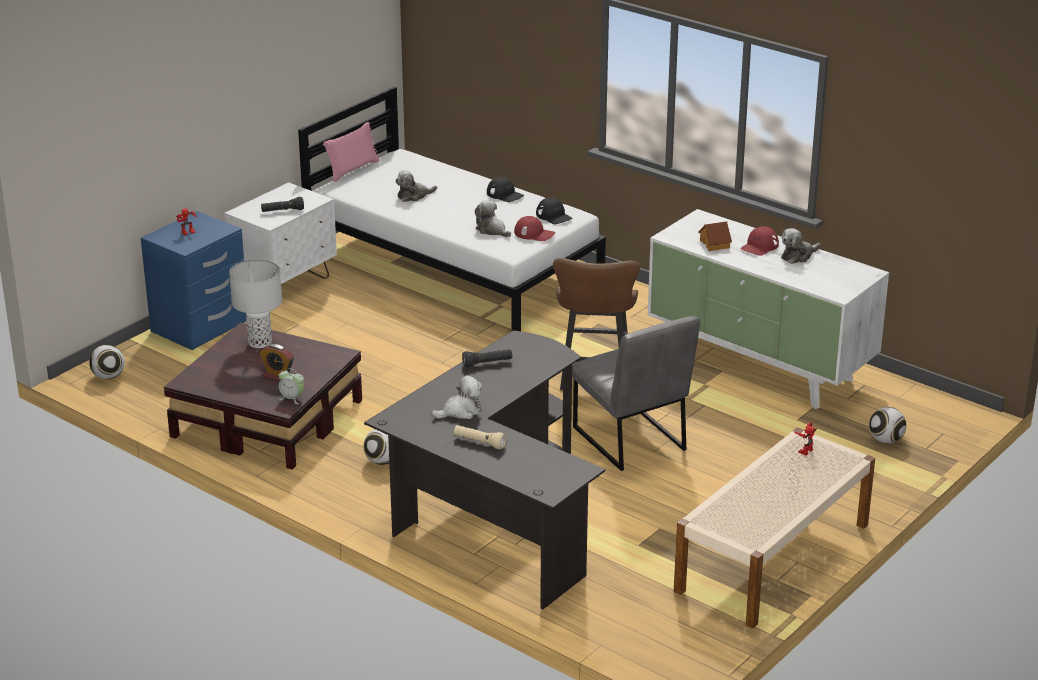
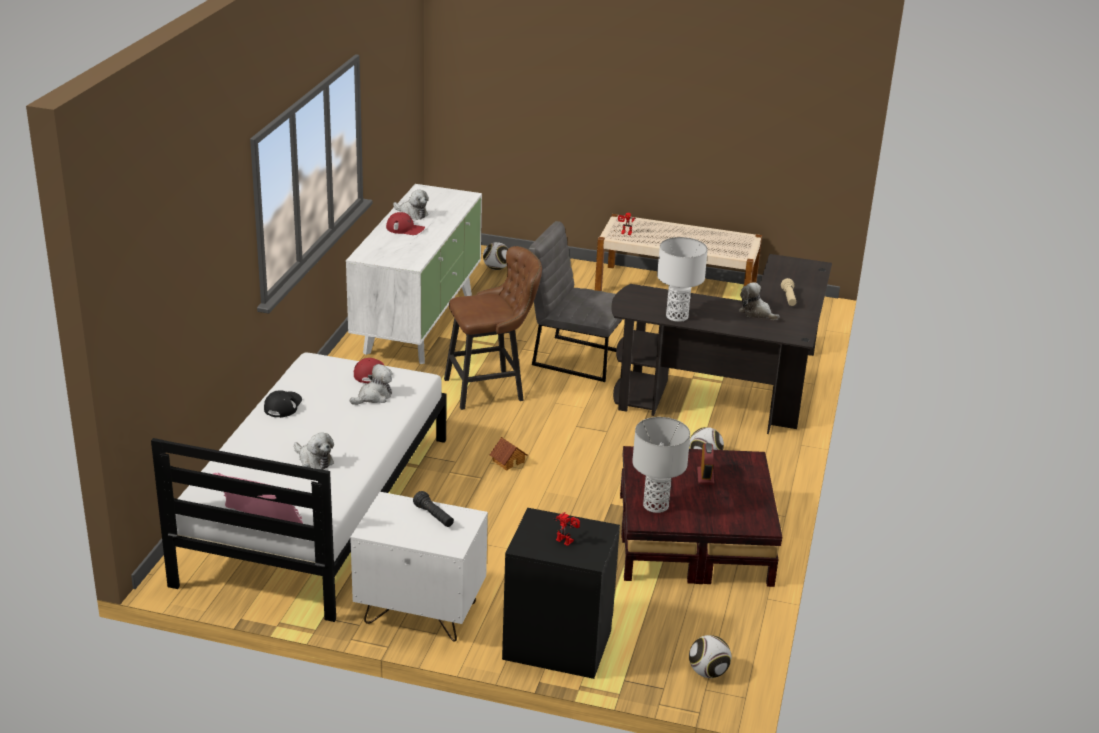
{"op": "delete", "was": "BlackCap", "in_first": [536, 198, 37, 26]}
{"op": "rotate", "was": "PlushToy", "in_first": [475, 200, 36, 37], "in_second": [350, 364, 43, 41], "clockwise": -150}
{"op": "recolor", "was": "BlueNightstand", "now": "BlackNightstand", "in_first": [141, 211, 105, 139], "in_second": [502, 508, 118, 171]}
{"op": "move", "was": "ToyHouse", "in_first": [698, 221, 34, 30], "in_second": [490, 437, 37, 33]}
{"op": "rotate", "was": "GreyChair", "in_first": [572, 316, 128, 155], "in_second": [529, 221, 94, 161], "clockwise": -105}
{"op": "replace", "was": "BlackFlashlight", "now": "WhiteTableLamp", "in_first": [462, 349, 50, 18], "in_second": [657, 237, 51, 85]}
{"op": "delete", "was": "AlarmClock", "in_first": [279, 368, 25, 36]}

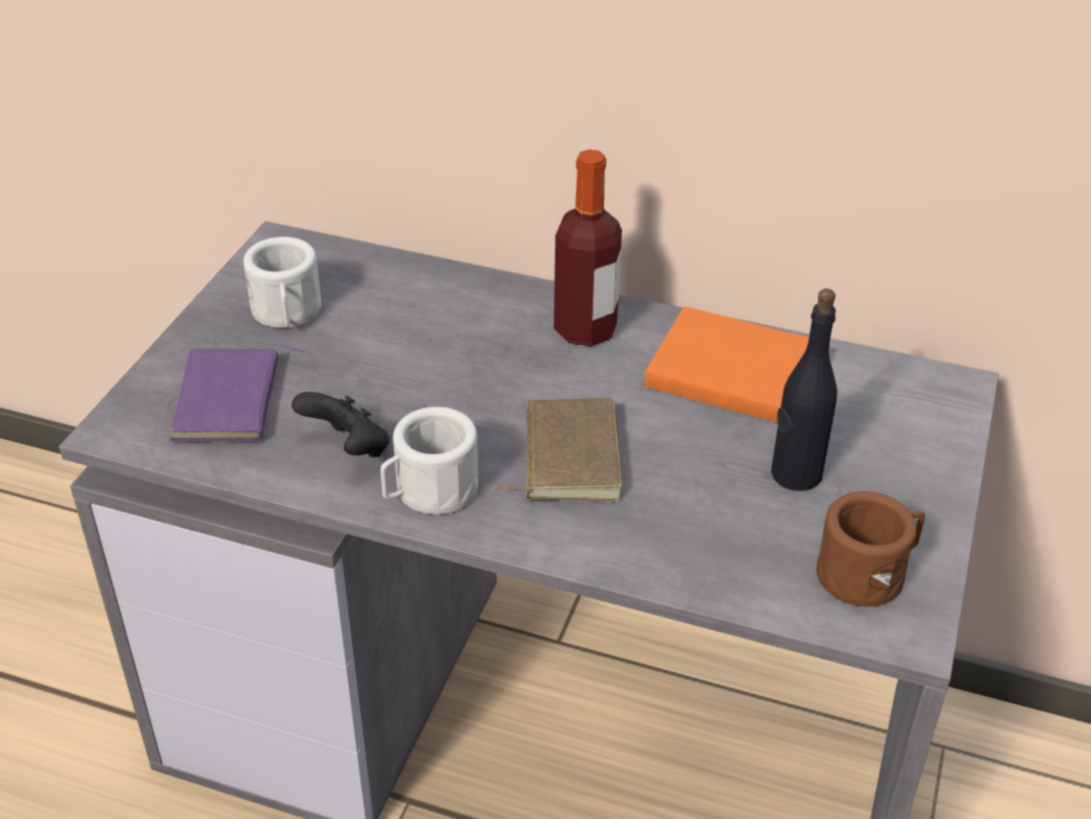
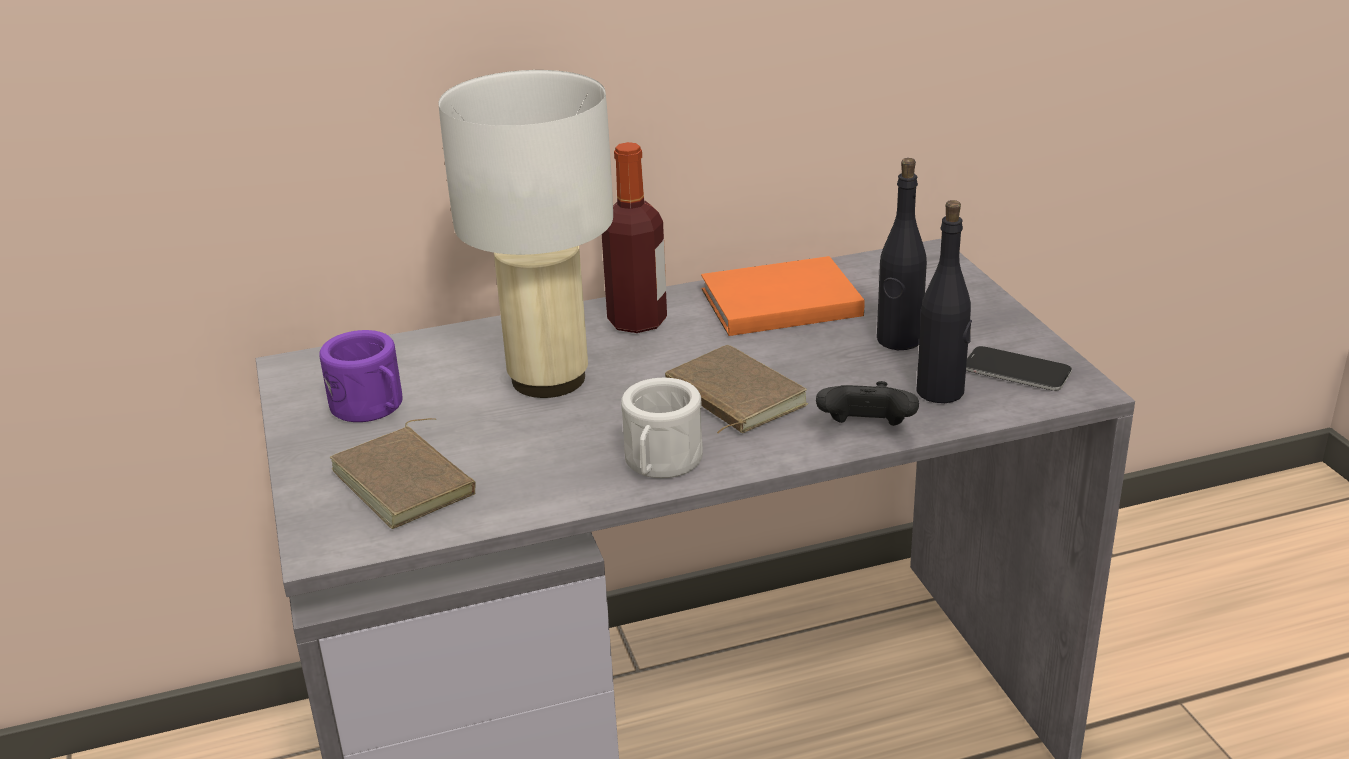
{"op": "recolor", "was": "WhiteMug", "now": "PurpleMug", "in_first": [243, 237, 78, 91], "in_second": [319, 330, 83, 92]}
{"op": "recolor", "was": "PurpleBook", "now": "BrownBook", "in_first": [170, 344, 135, 98], "in_second": [330, 418, 146, 111]}
{"op": "move", "was": "BlackGameController", "in_first": [292, 392, 98, 65], "in_second": [816, 381, 103, 45]}
{"op": "replace", "was": "BrownMug", "now": "Phone", "in_first": [817, 491, 108, 116], "in_second": [966, 346, 106, 45]}
{"op": "insert", "now": "WhiteTableLamp", "in_second": [439, 70, 174, 328]}
{"op": "insert", "now": "BlackBottle", "in_second": [916, 200, 56, 203]}

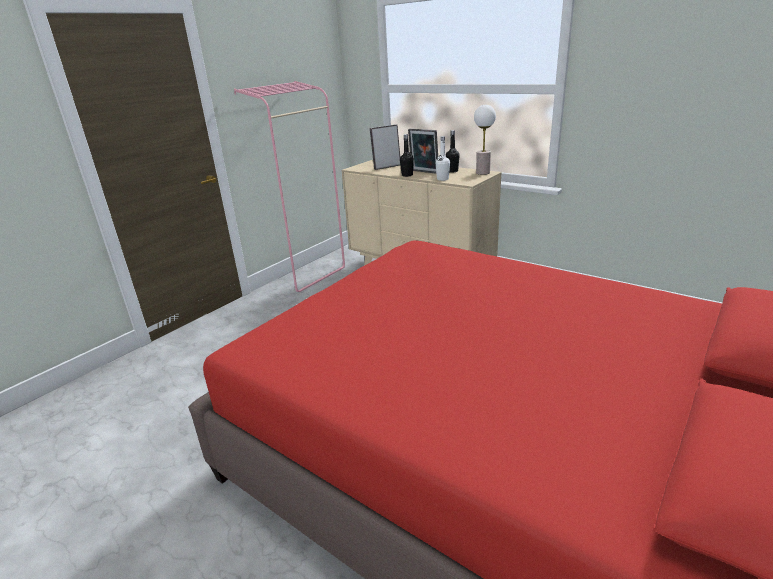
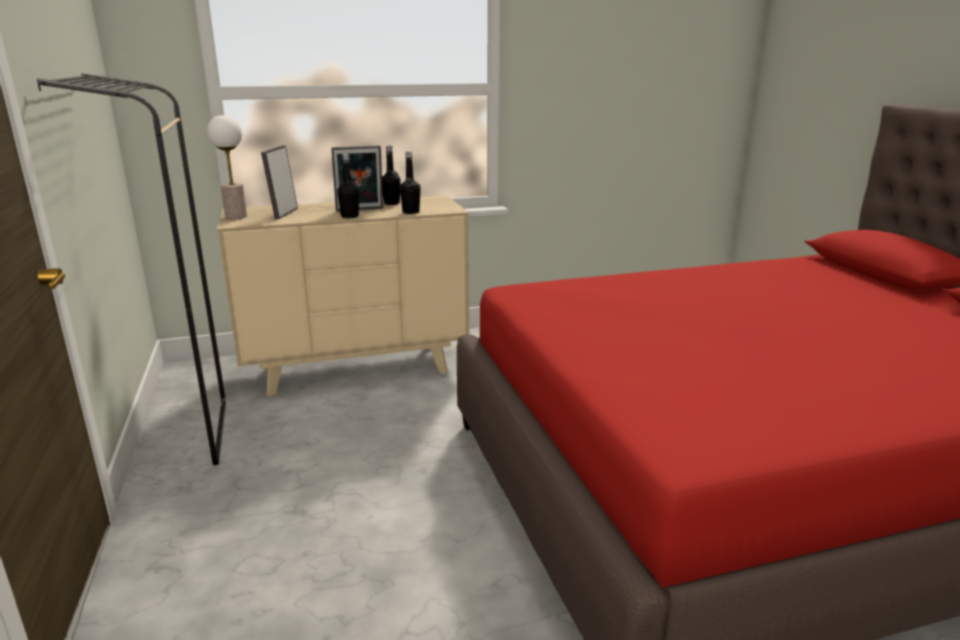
{"op": "recolor", "was": "PinkClothesRack", "now": "BlackClothesRack", "in_first": [234, 81, 111, 211], "in_second": [37, 73, 189, 392]}
{"op": "move", "was": "TableLamp", "in_first": [474, 105, 22, 70], "in_second": [207, 115, 40, 104]}
{"op": "recolor", "was": "WhiteBottle", "now": "BlackBottle", "in_first": [436, 136, 14, 45], "in_second": [400, 151, 21, 63]}

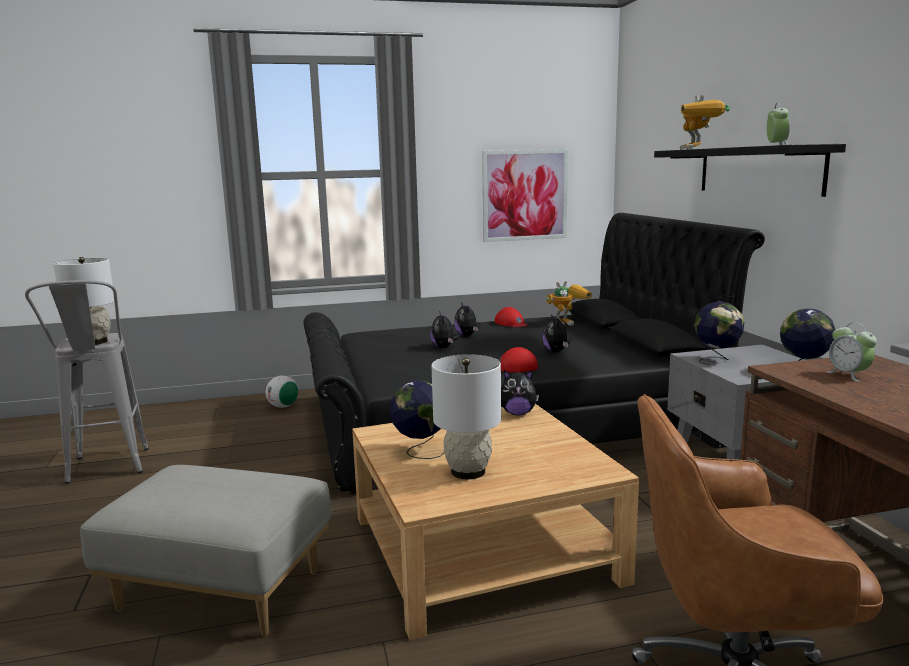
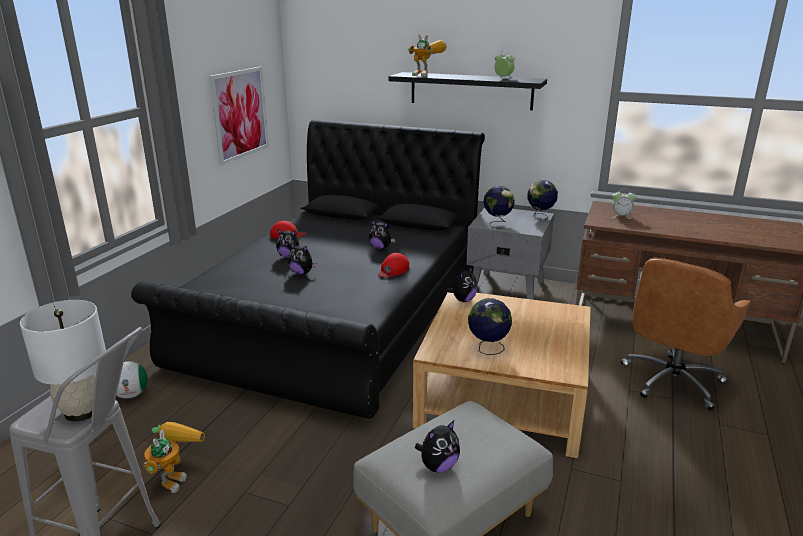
{"op": "move", "was": "ToyRobot", "in_first": [546, 281, 46, 45], "in_second": [144, 422, 61, 71]}
{"op": "delete", "was": "WhiteTableLamp", "in_first": [431, 354, 70, 125]}
{"op": "insert", "now": "PlushToy", "in_second": [415, 421, 45, 51]}

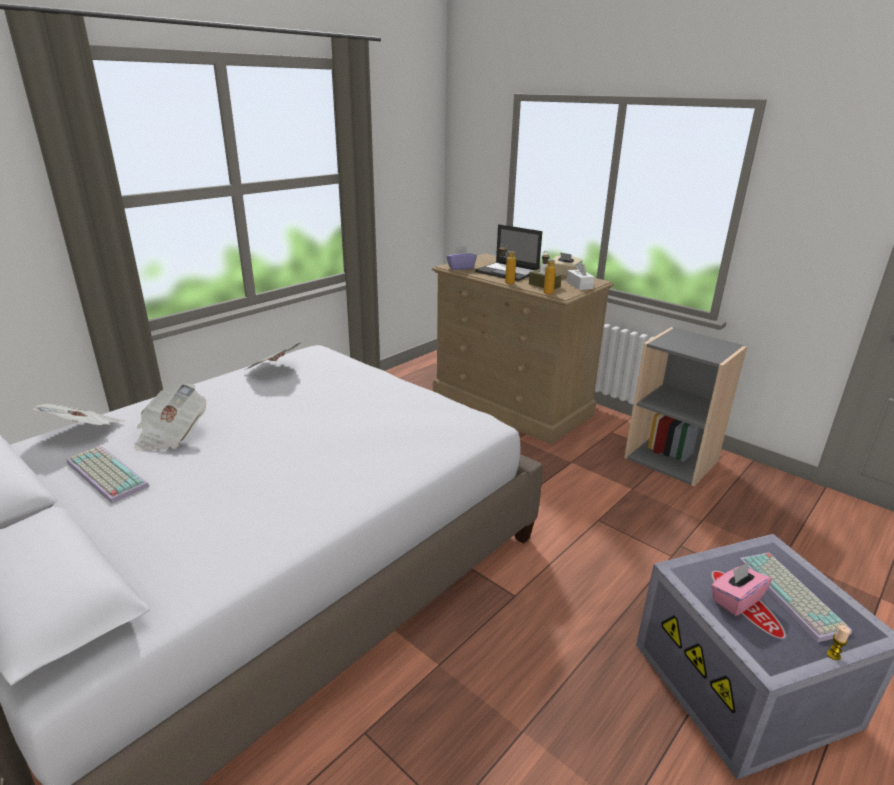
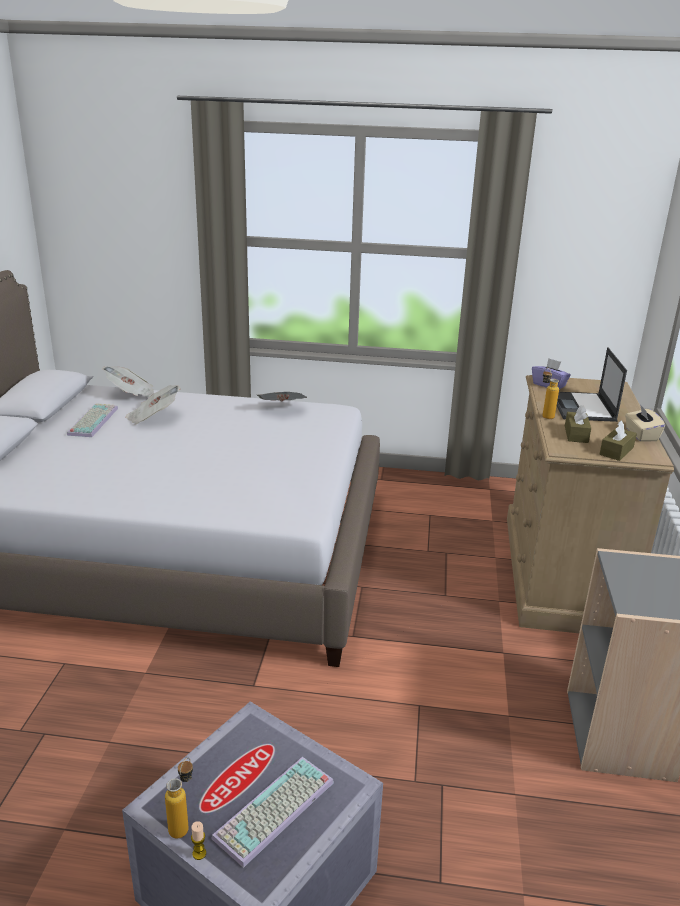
{"op": "move", "was": "Bottle", "in_first": [542, 251, 14, 44], "in_second": [165, 758, 28, 81]}
{"op": "recolor", "was": "WhiteTissueBox", "now": "BrownTissueBox", "in_first": [566, 261, 29, 29], "in_second": [600, 420, 37, 41]}
{"op": "delete", "was": "PinkTissueBox", "in_first": [711, 562, 61, 54]}

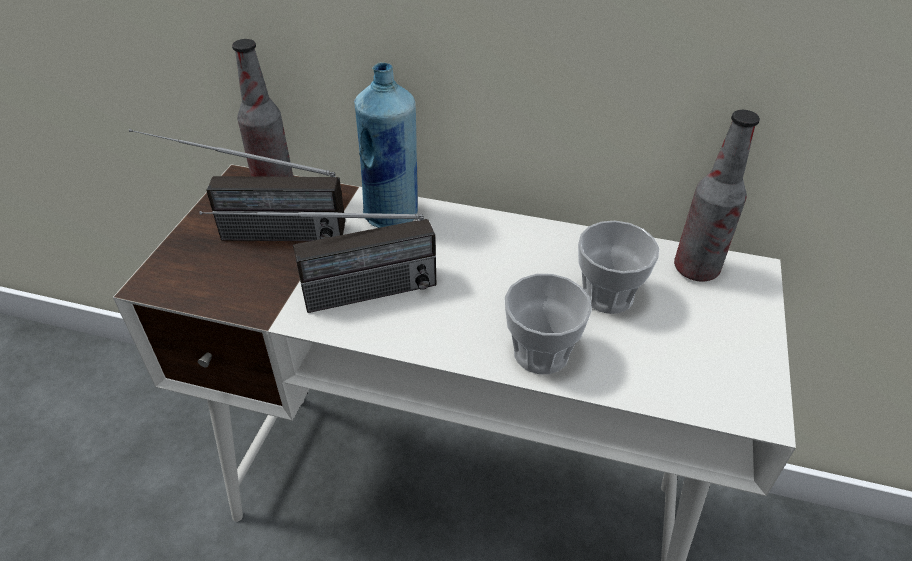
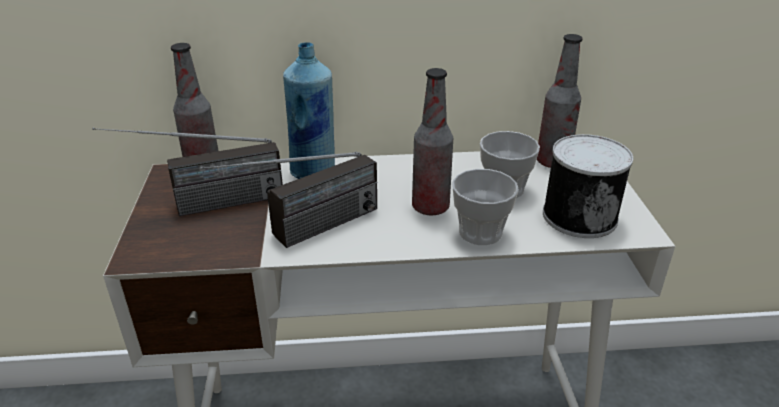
{"op": "insert", "now": "Bottle", "in_second": [412, 68, 41, 147]}
{"op": "insert", "now": "Can", "in_second": [543, 134, 90, 104]}

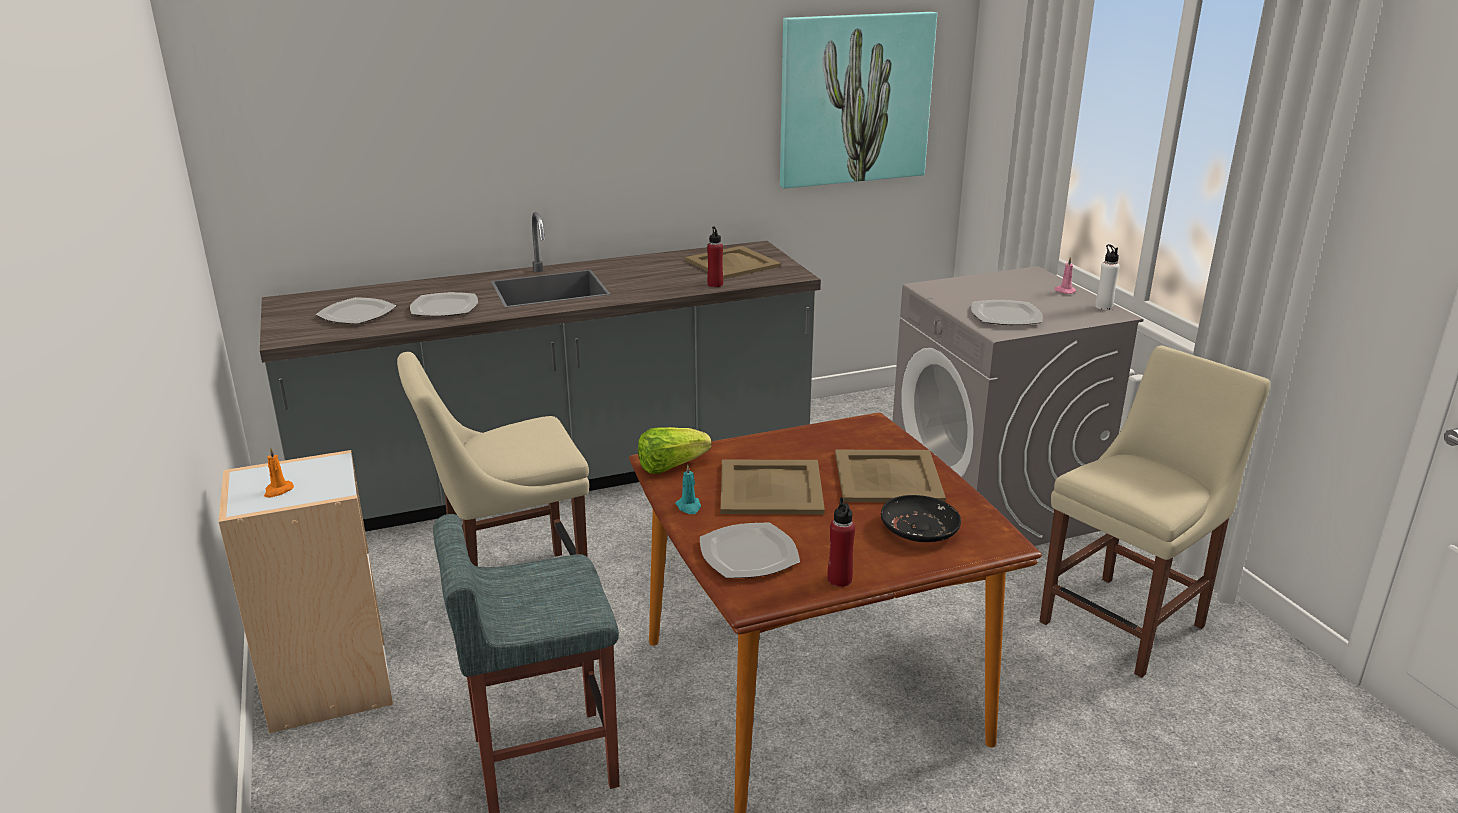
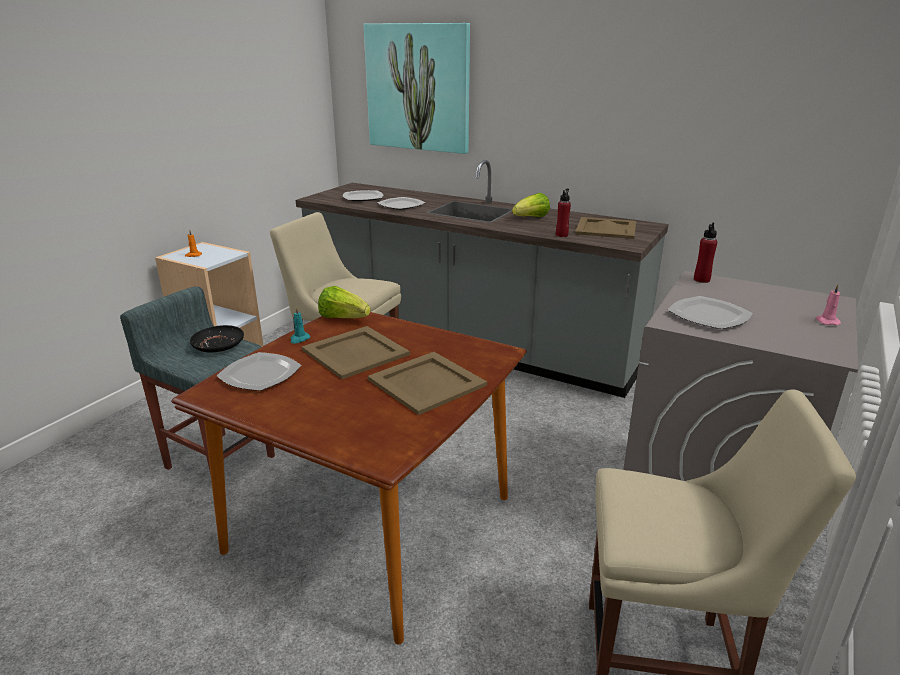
{"op": "move", "was": "Picture", "in_first": [780, 12, 157, 177], "in_second": [364, 23, 106, 131]}
{"op": "delete", "was": "WhiteBottle", "in_first": [1095, 244, 25, 66]}
{"op": "move", "was": "BlackPlate", "in_first": [881, 495, 80, 47], "in_second": [190, 325, 54, 27]}
{"op": "move", "was": "RedBottle", "in_first": [827, 498, 28, 89], "in_second": [694, 223, 23, 60]}
{"op": "insert", "now": "Lettuce", "in_second": [512, 193, 38, 24]}

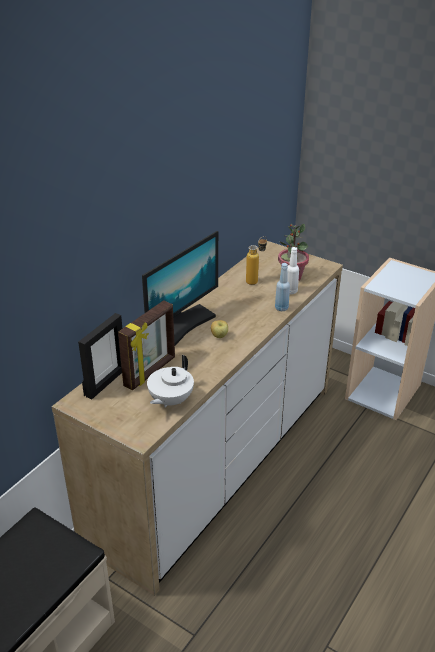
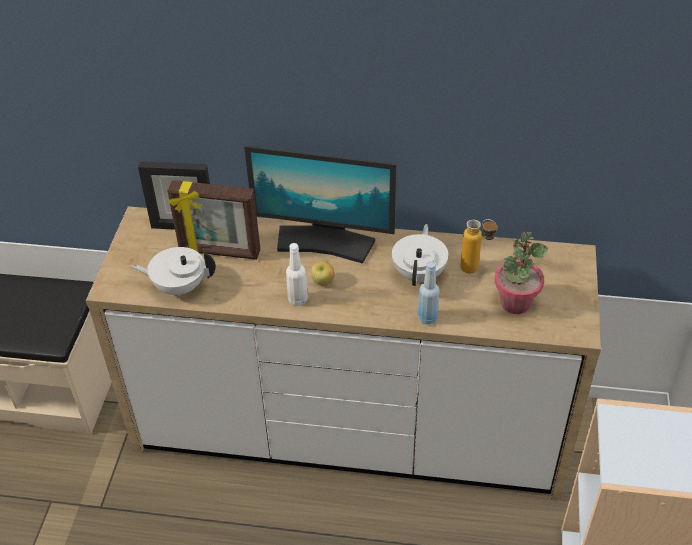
{"op": "move", "was": "WhiteBottle", "in_first": [287, 247, 12, 47], "in_second": [286, 243, 22, 63]}
{"op": "insert", "now": "WhiteTeapot", "in_second": [392, 224, 56, 62]}

